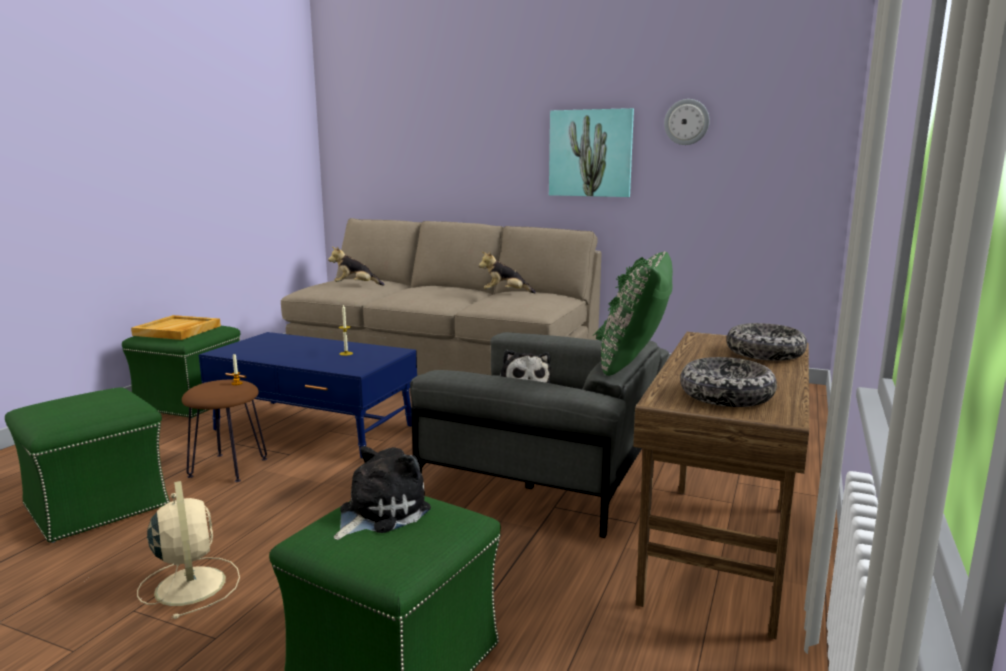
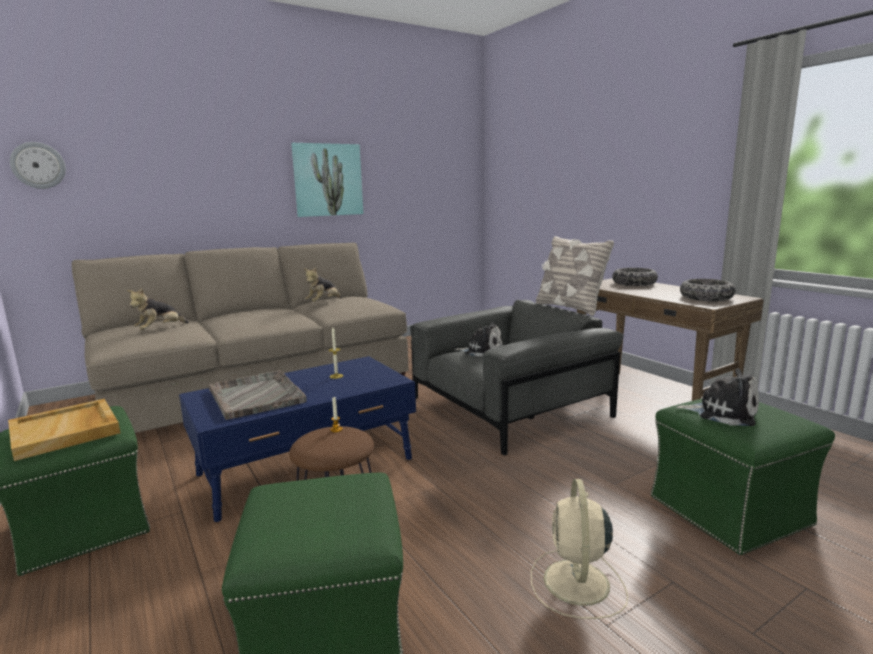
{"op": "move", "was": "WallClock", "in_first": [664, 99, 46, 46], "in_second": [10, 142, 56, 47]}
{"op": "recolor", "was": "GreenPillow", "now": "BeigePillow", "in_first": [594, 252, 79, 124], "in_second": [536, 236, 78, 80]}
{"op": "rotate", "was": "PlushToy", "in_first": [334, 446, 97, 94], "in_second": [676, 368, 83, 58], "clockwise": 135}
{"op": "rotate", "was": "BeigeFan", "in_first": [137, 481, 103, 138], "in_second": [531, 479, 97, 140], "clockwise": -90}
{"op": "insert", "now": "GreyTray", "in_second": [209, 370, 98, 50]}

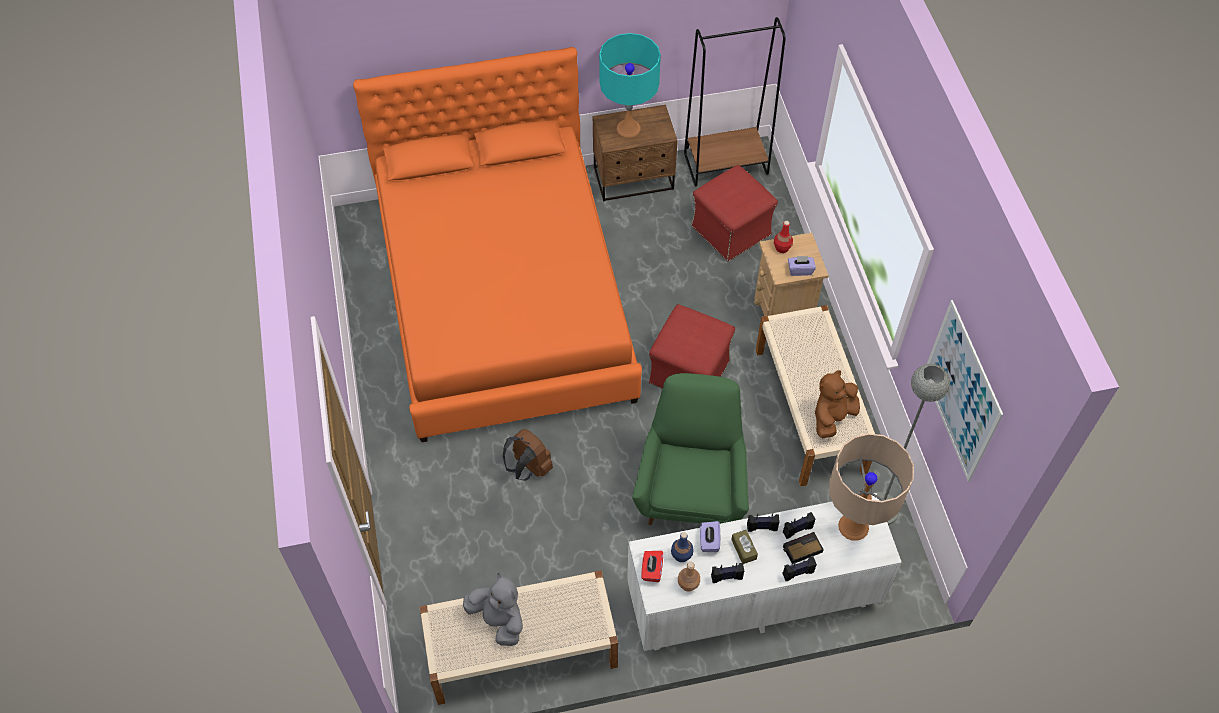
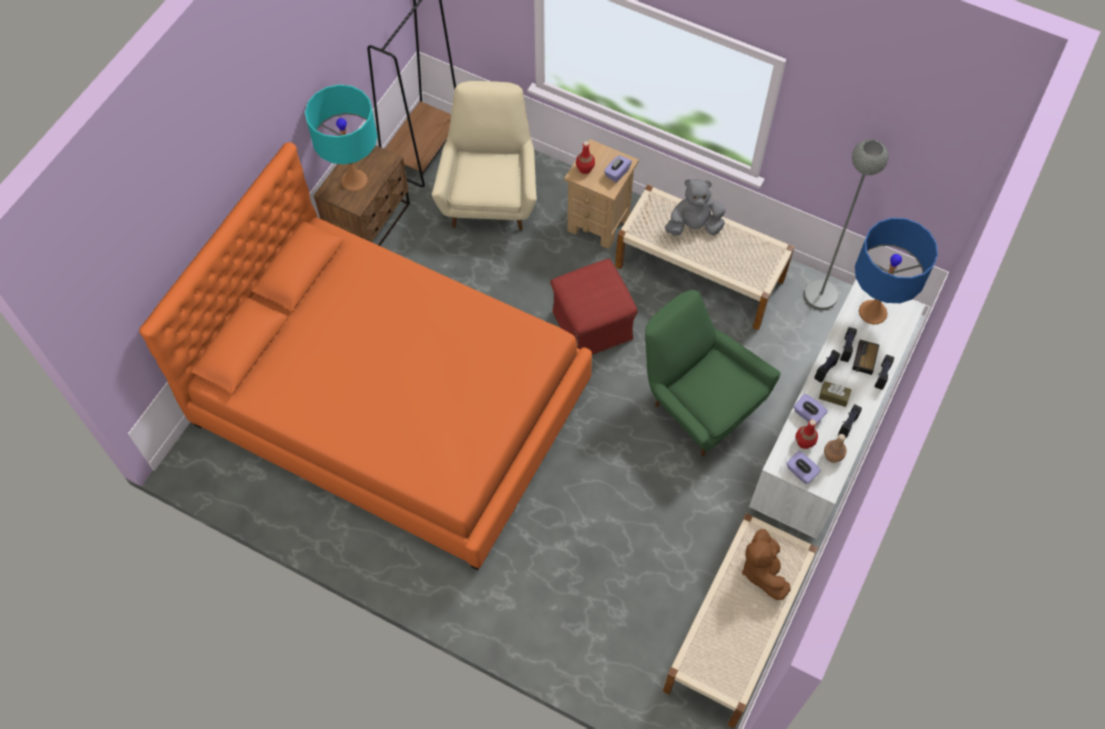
{"op": "replace", "was": "RedOttoman", "now": "BeigeArmchair", "in_first": [691, 165, 87, 97], "in_second": [432, 81, 105, 150]}
{"op": "delete", "was": "Picture", "in_first": [927, 300, 76, 182]}
{"op": "move", "was": "BrownPlushToy", "in_first": [815, 370, 45, 68], "in_second": [742, 529, 49, 71]}
{"op": "delete", "was": "BrownBackpack", "in_first": [503, 429, 50, 52]}
{"op": "recolor", "was": "BeigeTableLamp", "now": "BlueTableLamp", "in_first": [829, 433, 85, 108], "in_second": [855, 218, 83, 107]}
{"op": "recolor", "was": "BlueBottle", "now": "RedBottle", "in_first": [671, 532, 22, 30], "in_second": [795, 420, 23, 29]}
{"op": "recolor", "was": "RedTissueBox", "now": "PurpleTissueBox", "in_first": [641, 551, 22, 31], "in_second": [786, 451, 35, 33]}
{"op": "move", "was": "GreyPlushToy", "in_first": [463, 573, 60, 73], "in_second": [665, 179, 61, 57]}

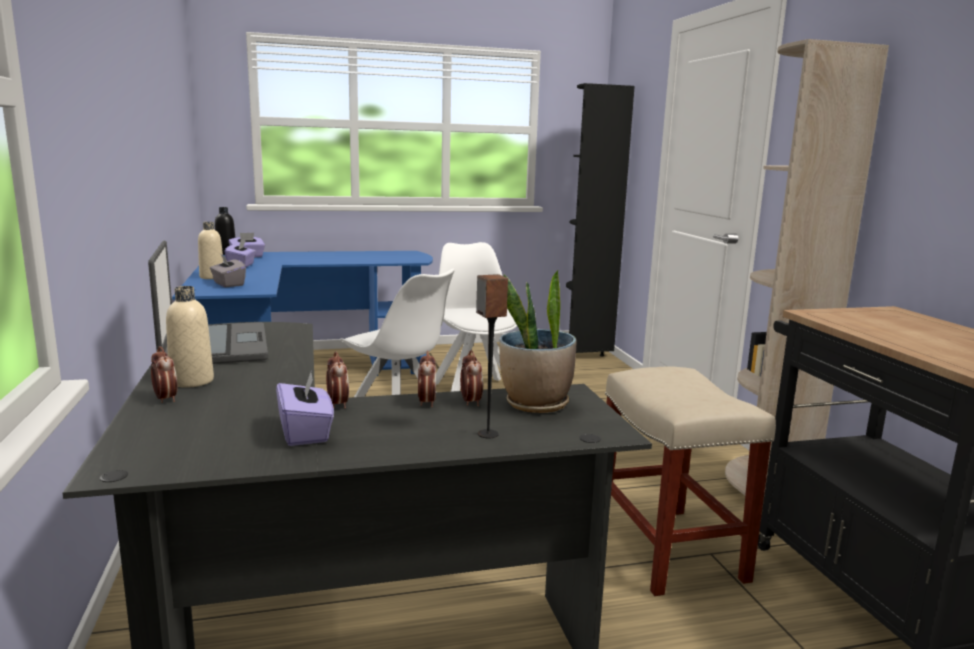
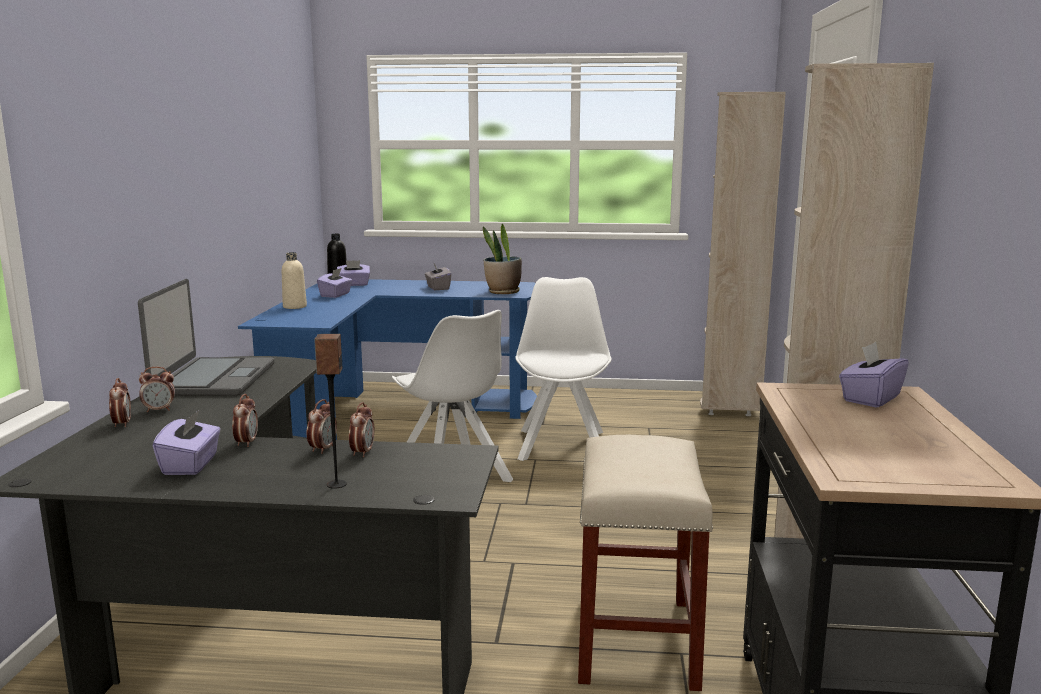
{"op": "recolor", "was": "BlackBookcase", "now": "BeigeBookcase", "in_first": [566, 83, 69, 274], "in_second": [700, 92, 86, 324]}
{"op": "move", "was": "GreyTissueBox", "in_first": [210, 254, 36, 33], "in_second": [425, 264, 26, 26]}
{"op": "move", "was": "PottedPlant", "in_first": [499, 270, 77, 143], "in_second": [483, 223, 39, 71]}
{"op": "replace", "was": "BeigeBottle", "now": "AlarmClock", "in_first": [166, 286, 48, 102], "in_second": [139, 367, 36, 45]}
{"op": "insert", "now": "PurpleTissueBox", "in_second": [839, 342, 70, 66]}

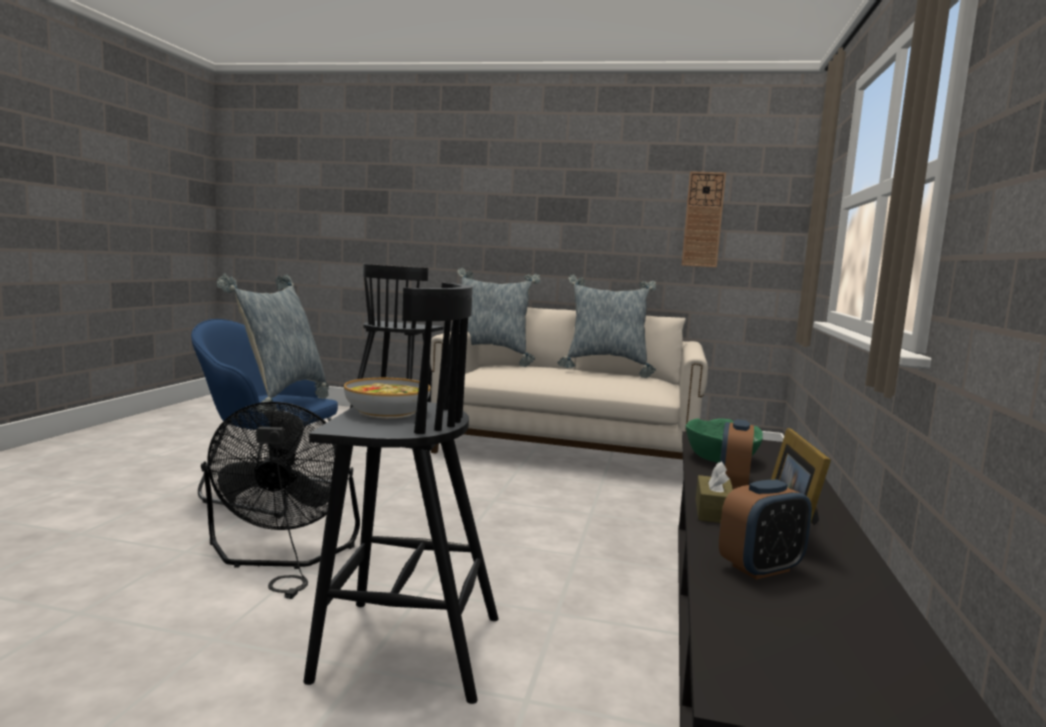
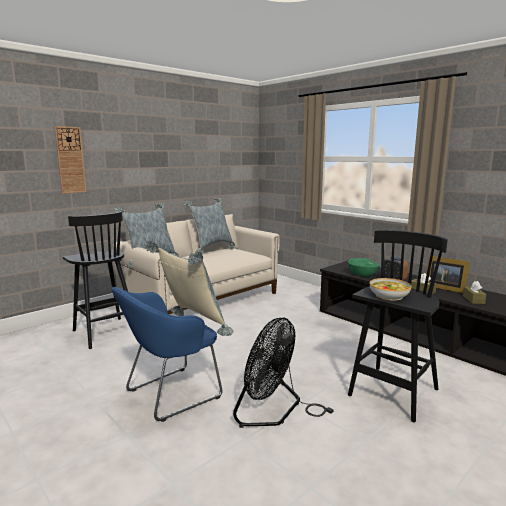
{"op": "move", "was": "WallClock", "in_first": [682, 171, 44, 96], "in_second": [54, 126, 33, 68]}
{"op": "replace", "was": "AlarmClock", "now": "BrownTissueBox", "in_first": [719, 480, 93, 100], "in_second": [463, 281, 23, 23]}

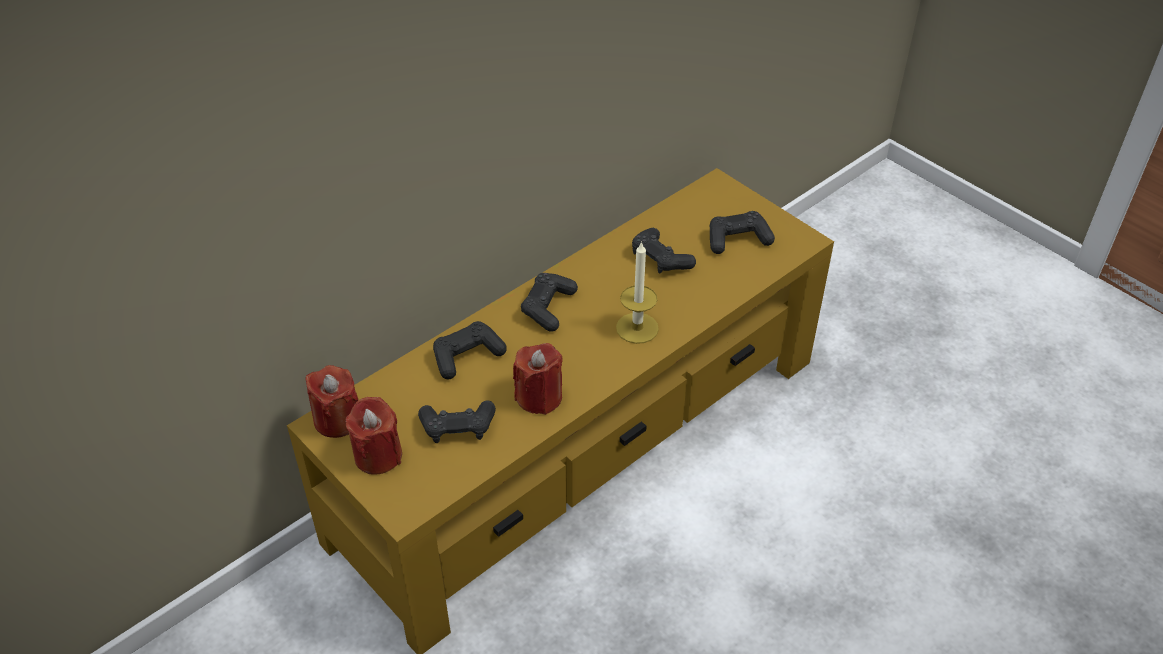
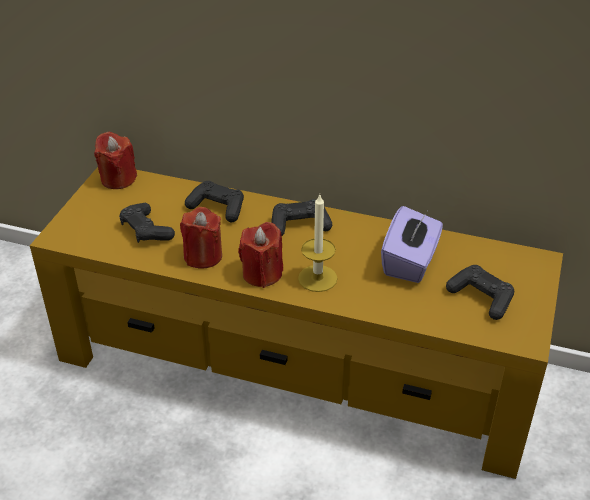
{"op": "replace", "was": "BlackGameController", "now": "PurpleTissueBox", "in_first": [632, 228, 64, 46], "in_second": [381, 206, 62, 77]}
{"op": "move", "was": "RedCandle", "in_first": [345, 397, 57, 78], "in_second": [238, 222, 45, 66]}

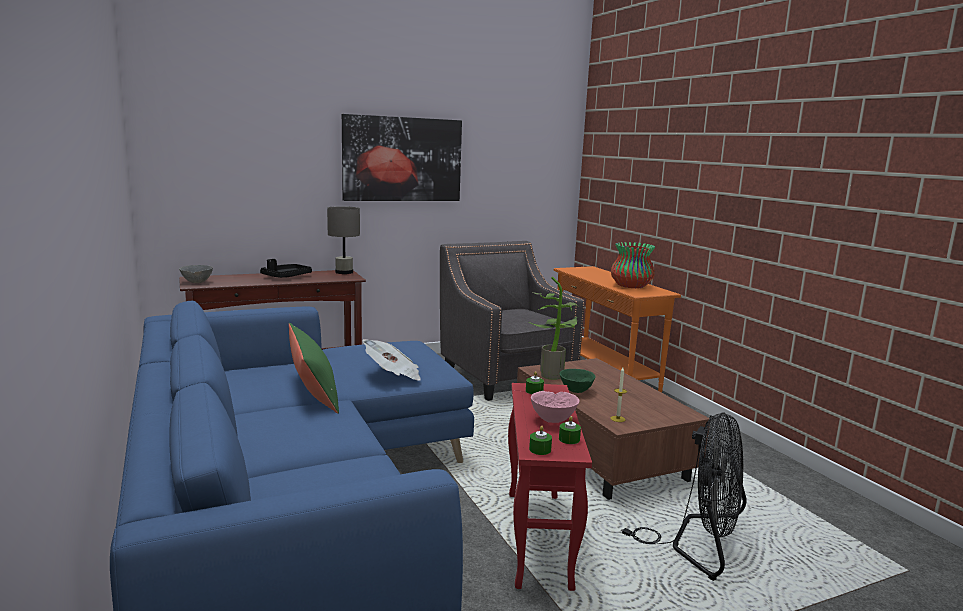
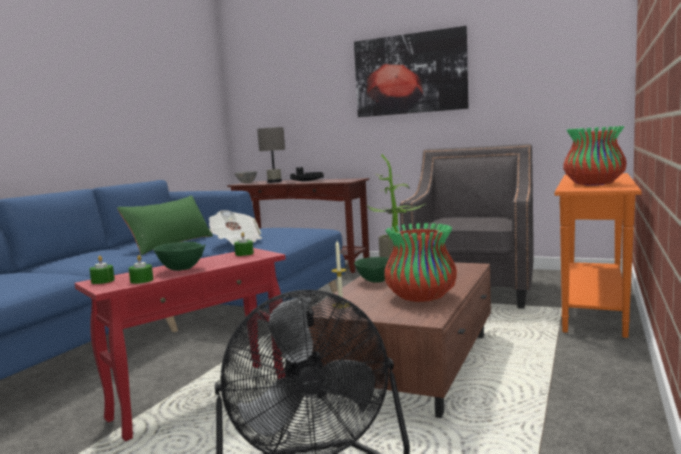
{"op": "move", "was": "GreyTableLamp", "in_first": [327, 206, 33, 68], "in_second": [257, 127, 28, 56]}
{"op": "recolor", "was": "PinkBowl", "now": "GreenBowl", "in_first": [531, 391, 49, 32], "in_second": [153, 242, 53, 29]}
{"op": "insert", "now": "Vase", "in_second": [384, 223, 73, 79]}

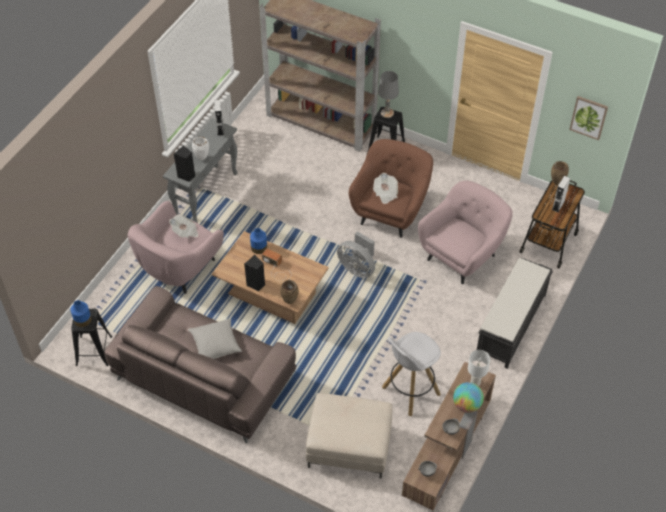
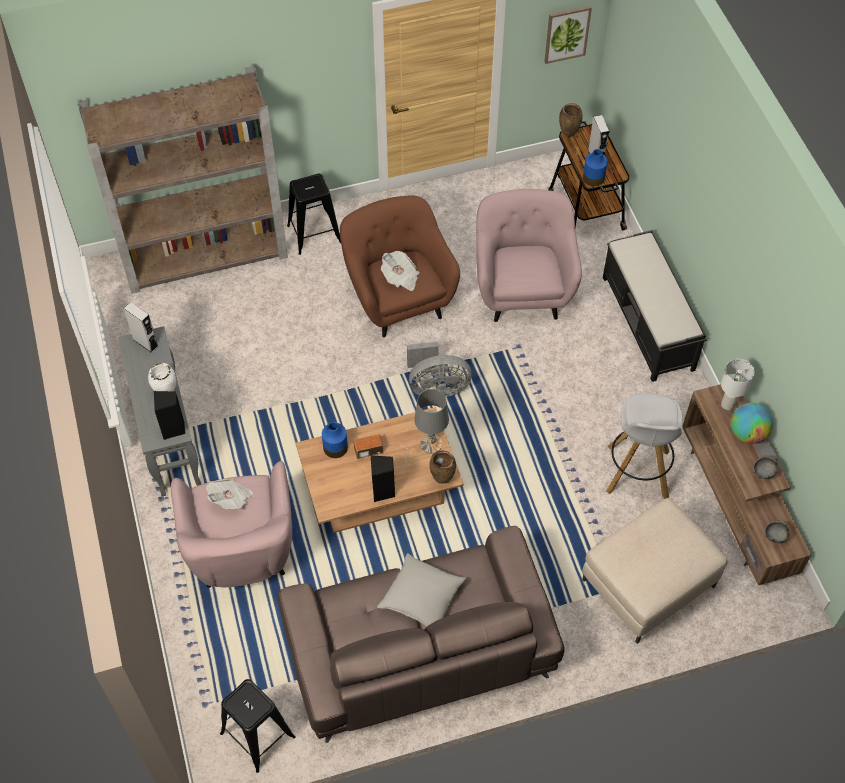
{"op": "move", "was": "GreyTableLamp", "in_first": [378, 71, 21, 47], "in_second": [414, 389, 35, 65]}
{"op": "move", "was": "BlueVase", "in_first": [71, 300, 21, 27], "in_second": [583, 149, 25, 37]}

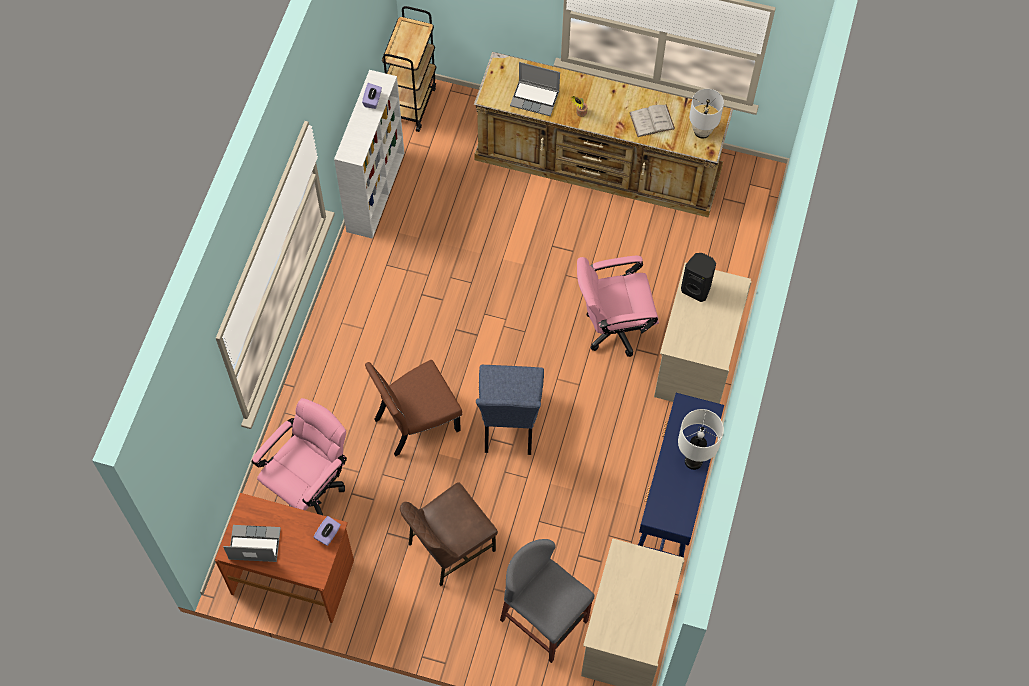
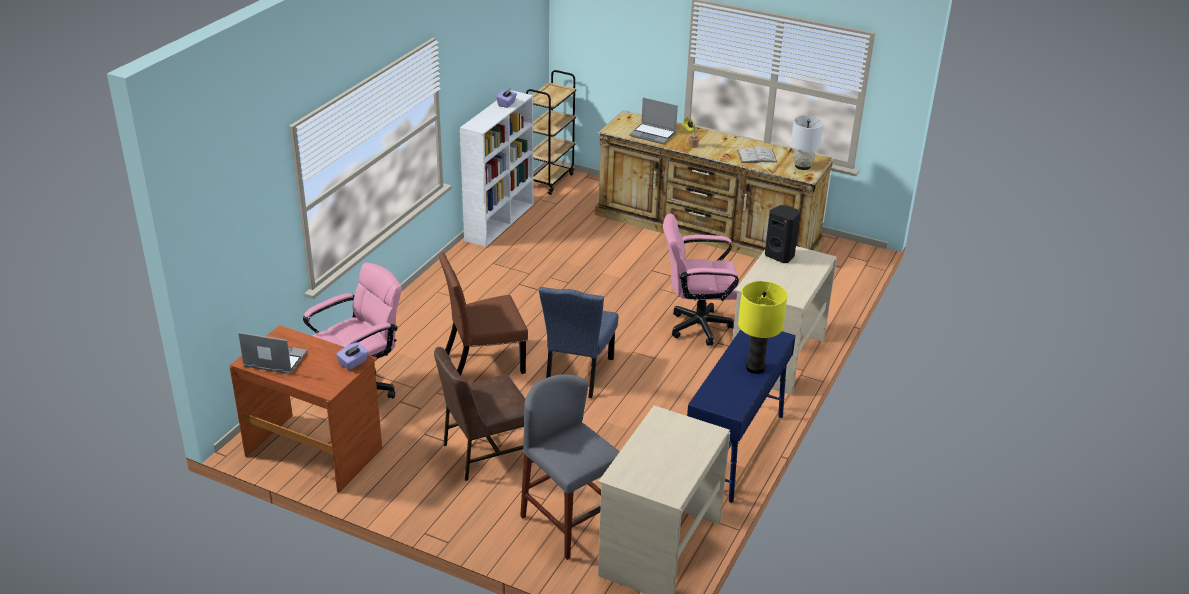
{"op": "recolor", "was": "WhiteTableLamp", "now": "YellowTableLamp", "in_first": [678, 409, 46, 61], "in_second": [738, 281, 49, 93]}

